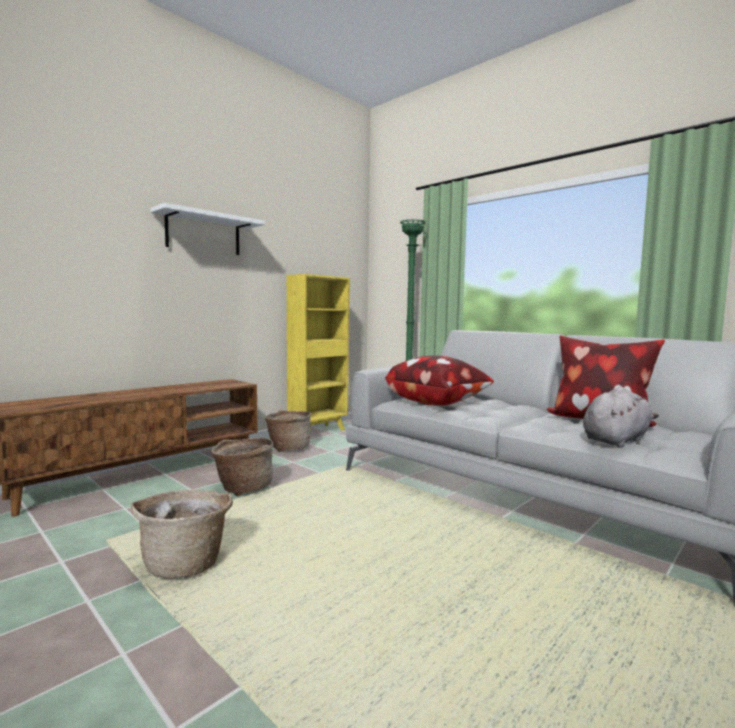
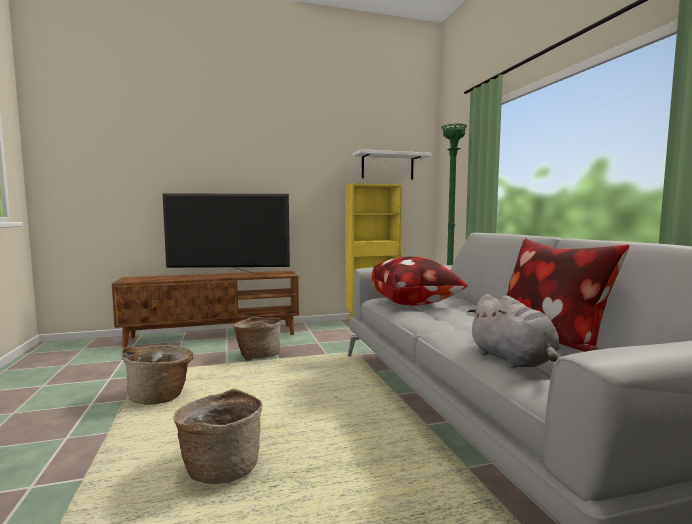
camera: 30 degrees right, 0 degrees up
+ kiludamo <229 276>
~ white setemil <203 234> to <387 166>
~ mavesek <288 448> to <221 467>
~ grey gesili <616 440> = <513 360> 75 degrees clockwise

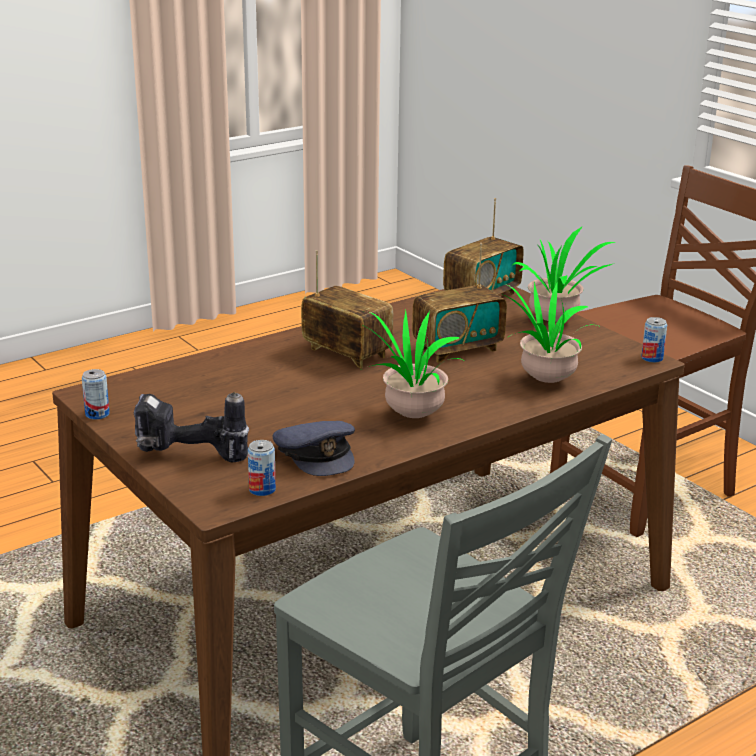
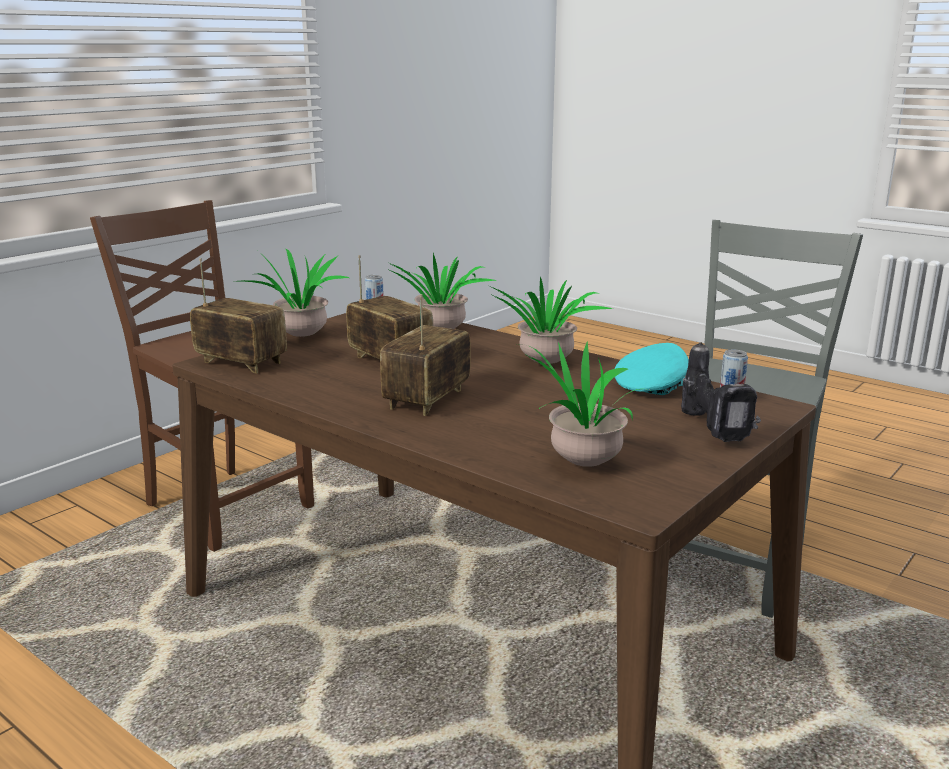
camera: 105 degrees left, 5 degrees down
- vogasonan <97 414>
+ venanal <579 464>
~ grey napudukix <316 455> to turquoise napudukix <651 386>

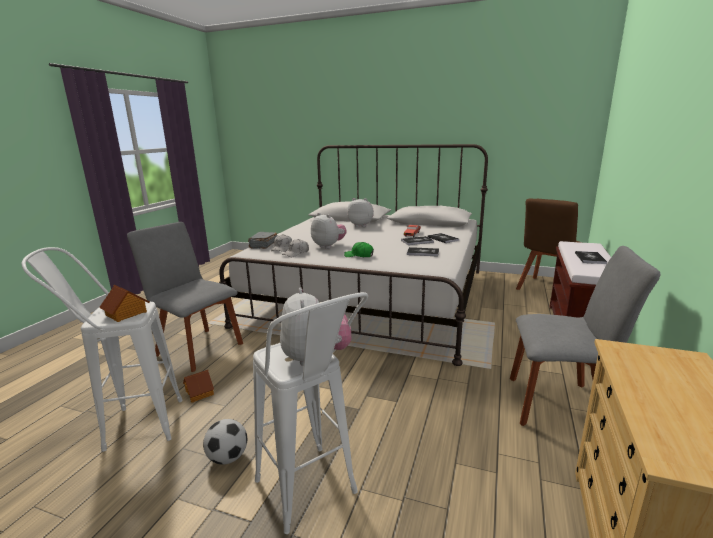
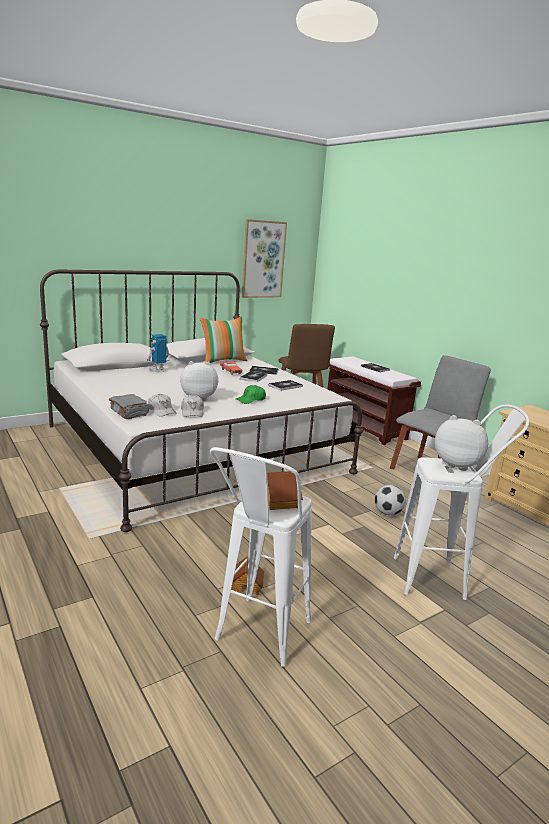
camera: 55 degrees left, 0 degrees up
- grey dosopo <197 348>
+ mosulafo <223 361>
+ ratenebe <263 259>
~ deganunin <228 458> to <387 513>
~ gesili <361 225> to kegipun <158 370>

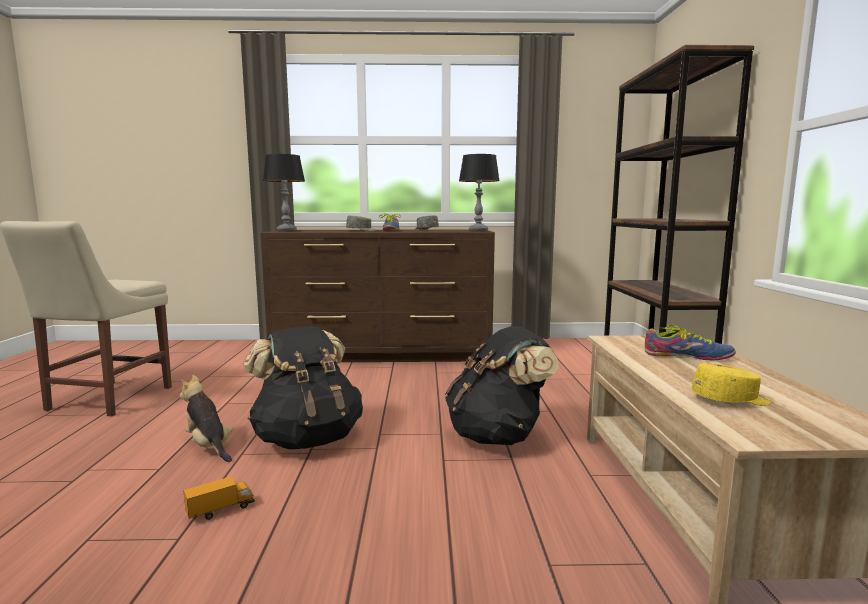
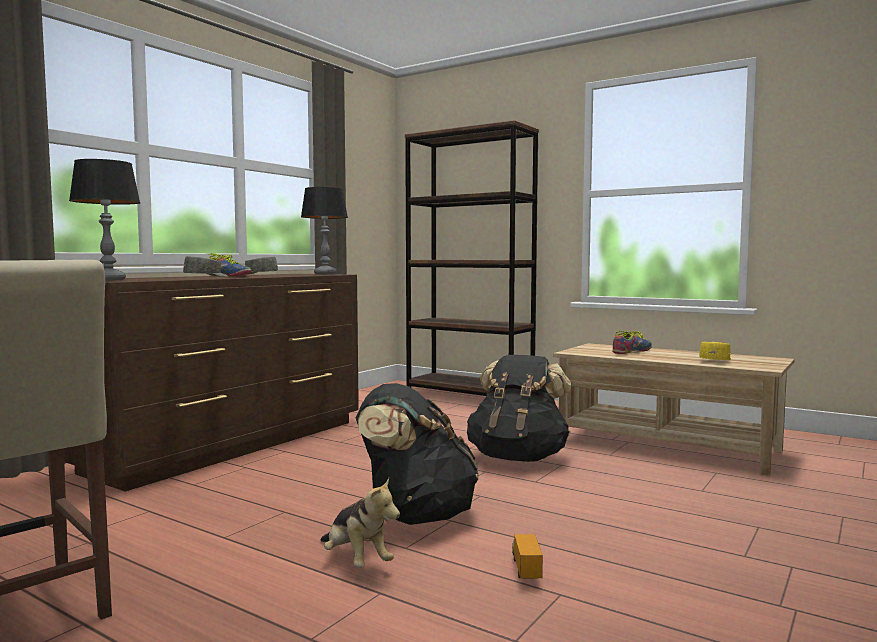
camera: 55 degrees left, 5 degrees down
~ gesili <208 446> = <356 561> 120 degrees counterclockwise

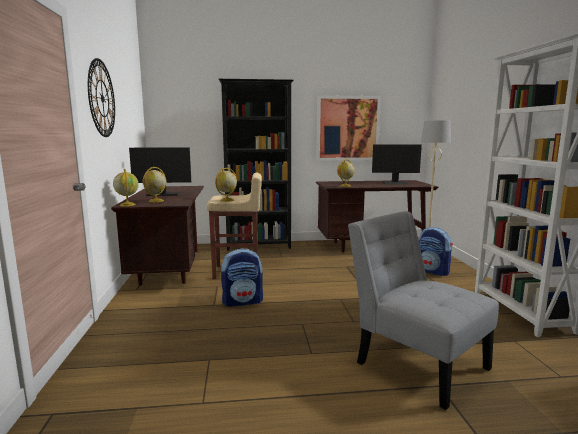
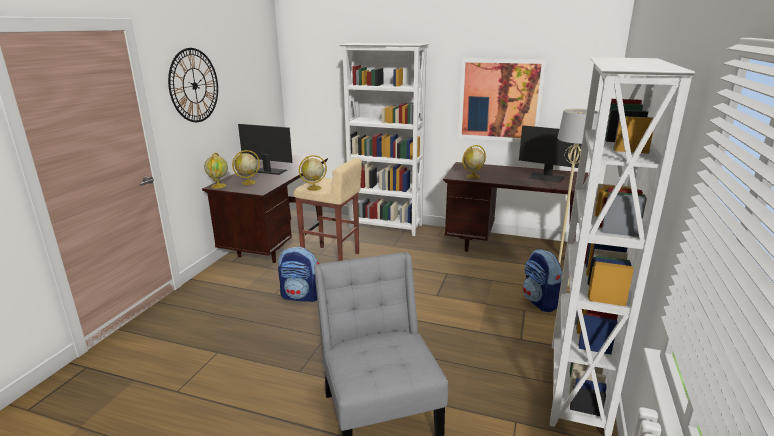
camera: 25 degrees right, 10 degrees up
~ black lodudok <259 246> to white lodudok <386 227>

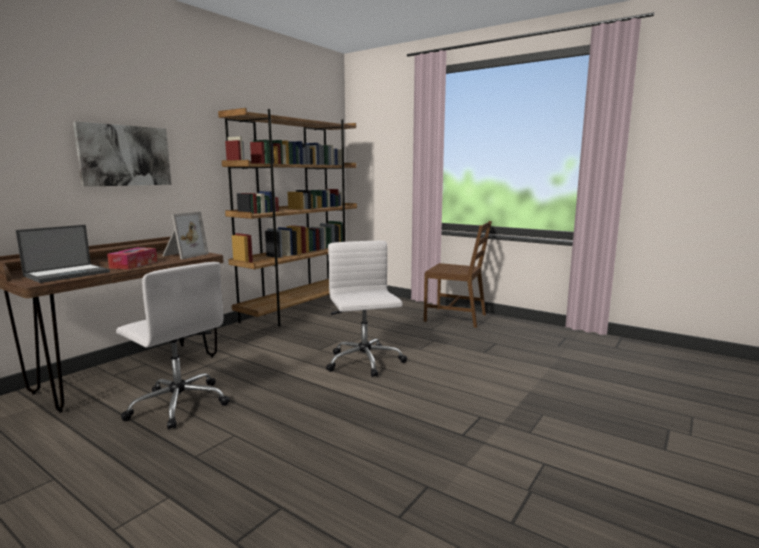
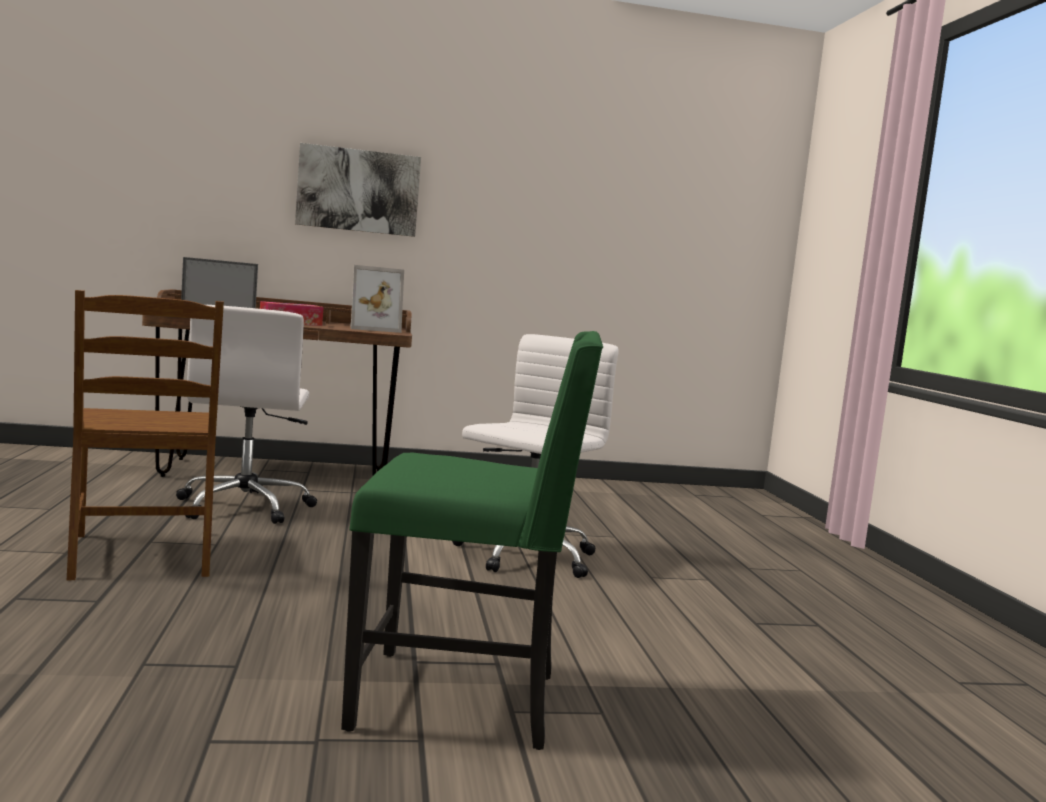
camera: 45 degrees right, 5 degrees down
- brown lodudok <301 310>
+ green dosopo <461 700>
~ brown dosopo <456 317> to <143 555>

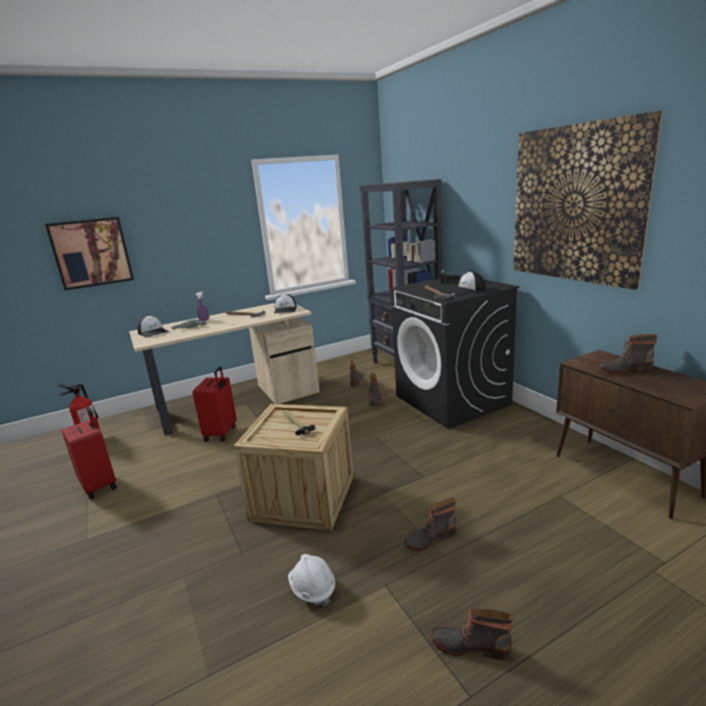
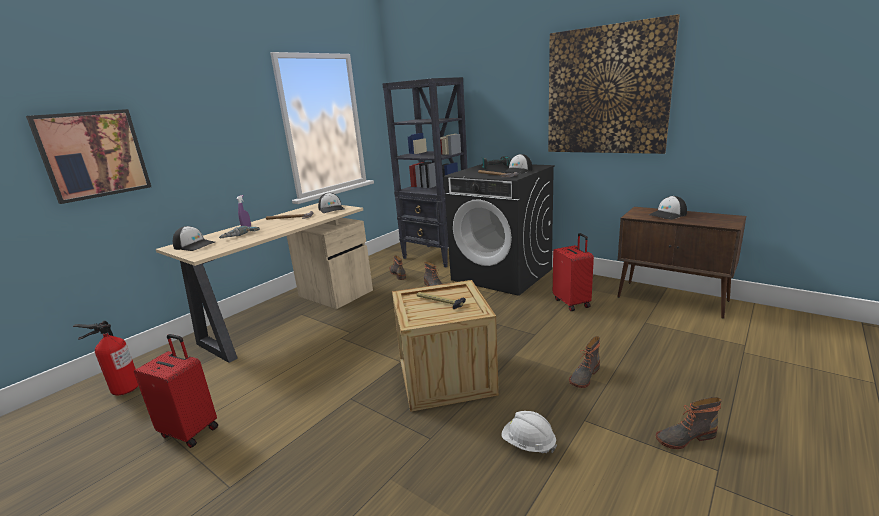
camera: 25 degrees left, 0 degrees up
~ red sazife <221 433> to <572 303>
~ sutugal <624 369> to napudukix <668 215>

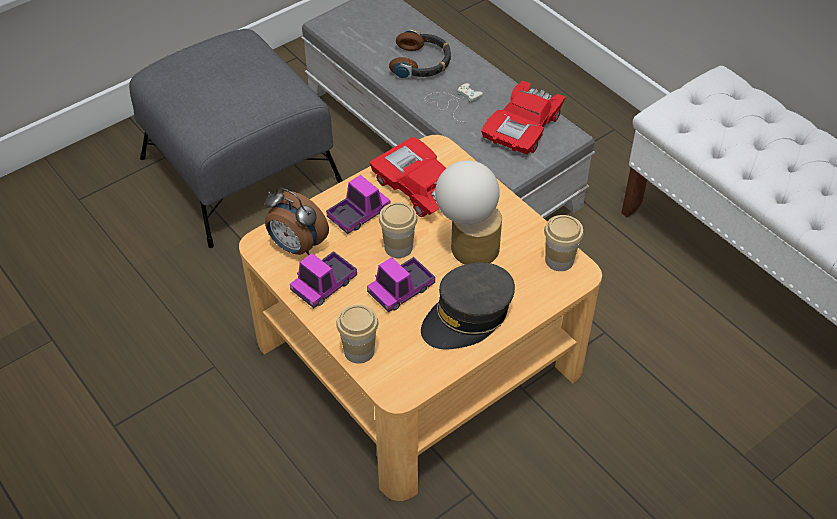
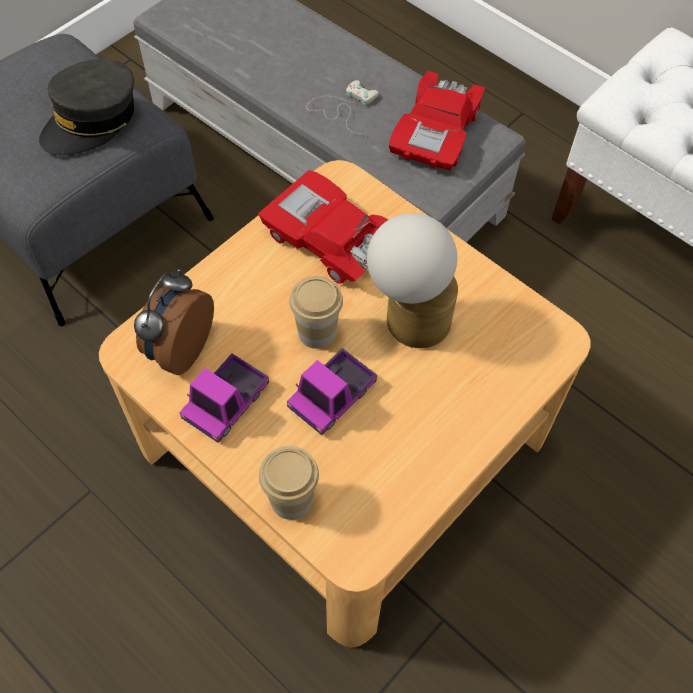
camera: 10 degrees left, 10 degrees up
- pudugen <359 214>
- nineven <421 62>
- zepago <559 260>
~ grey napudukix <467 316> to <91 120>
~ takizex <296 246> = <179 348> 90 degrees clockwise

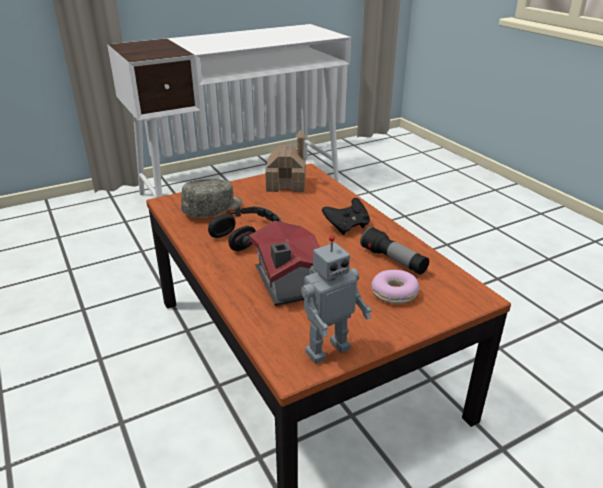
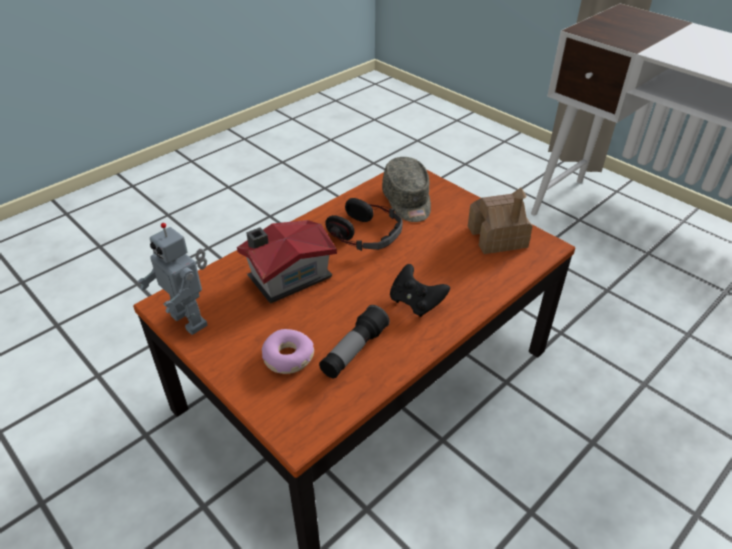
camera: 75 degrees right, 10 degrees up
~ grey napudukix <214 209> = <407 201> 45 degrees clockwise

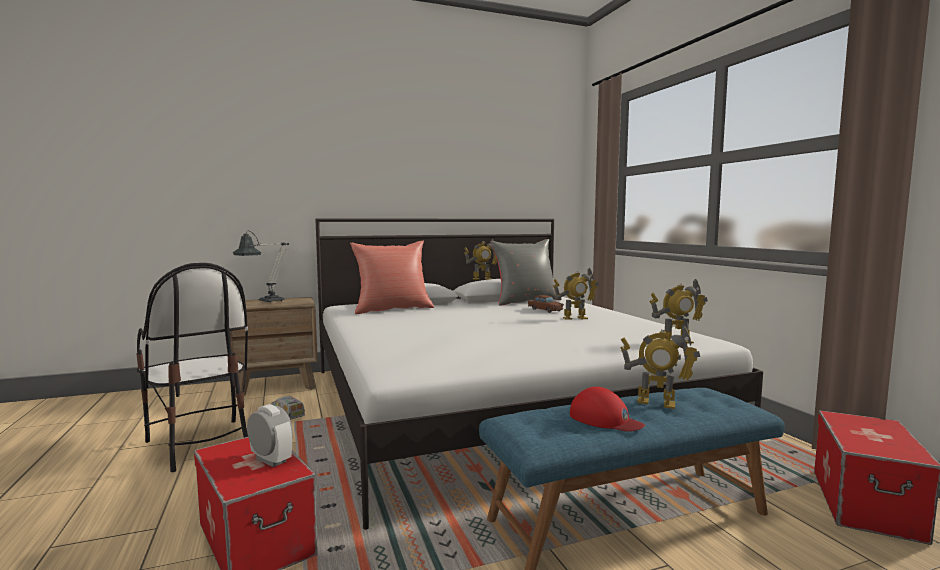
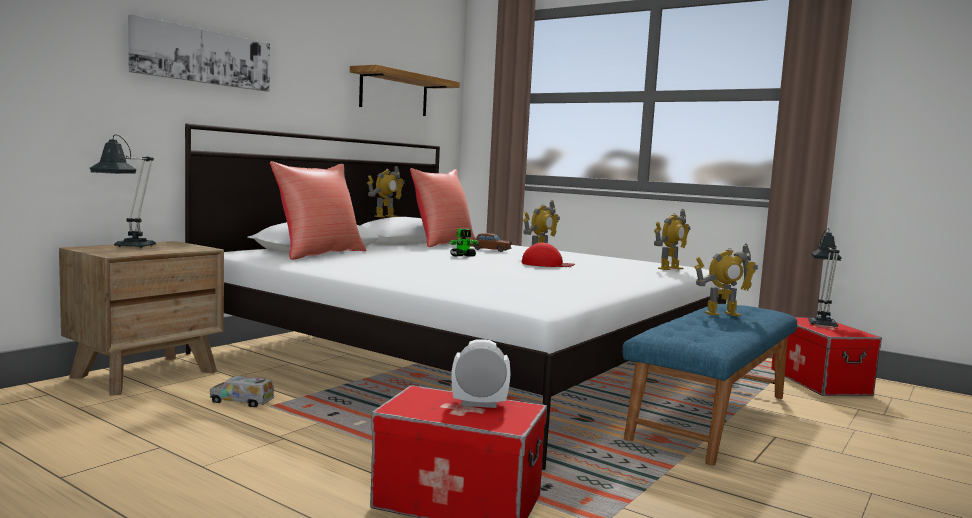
camera: 35 degrees left, 0 degrees up
- dosopo <200 444>
+ ratenebe <202 56>
+ setemil <394 93>
+ kegipun <463 256>
+ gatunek <821 323>
~ red napudukix <605 419> to <546 264>
~ grey mosulafo <525 301> to red mosulafo <442 243>

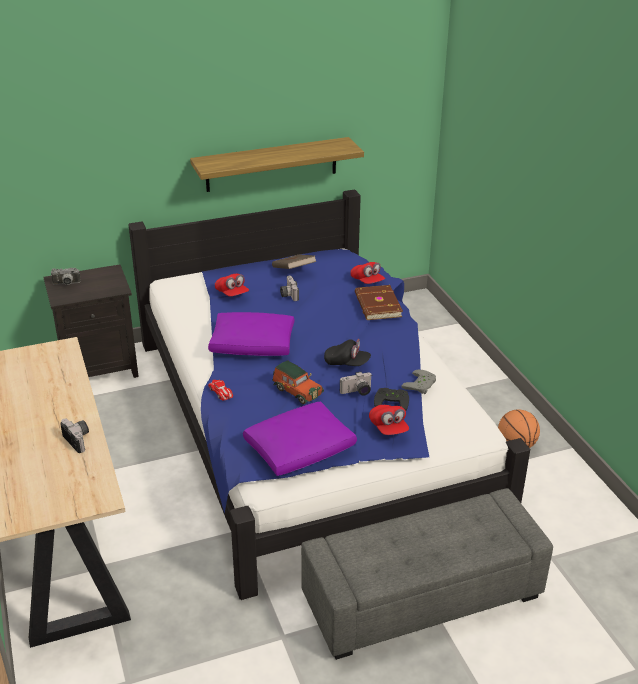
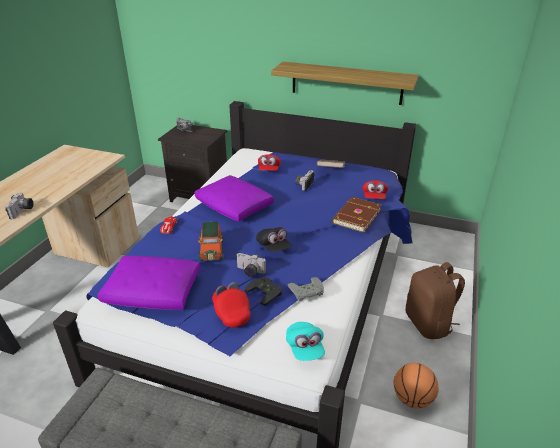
camera: 40 degrees right, 0 degrees up
+ turquoise napudukix <305 348>
+ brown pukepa <429 324>
~ red napudukix <388 428> = <231 312> 135 degrees clockwise

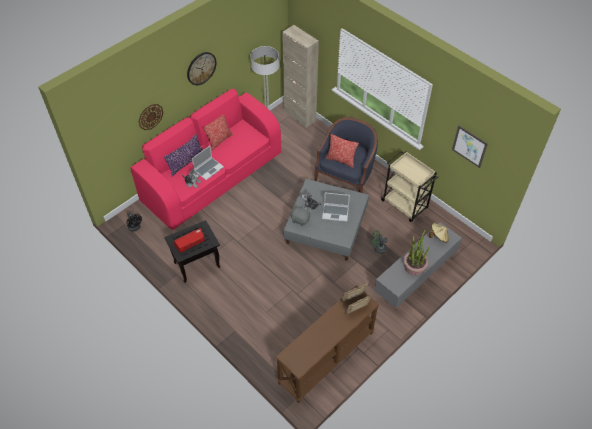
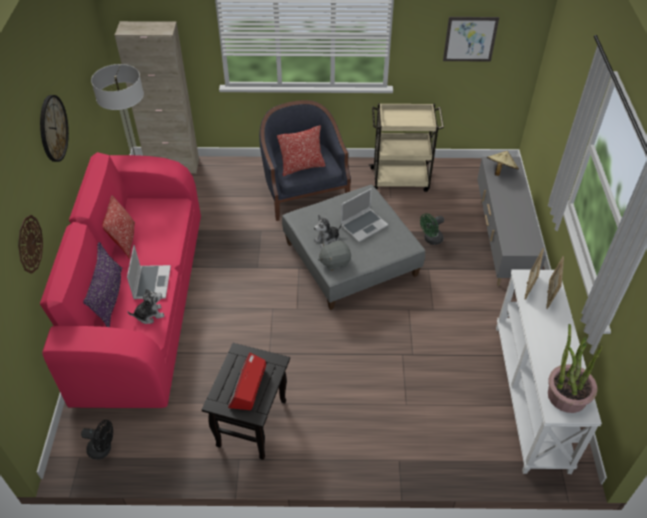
camera: 45 degrees left, 5 degrees down
~ venanal <414 266> to <566 395>
~ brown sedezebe <326 358> to white sedezebe <532 395>

